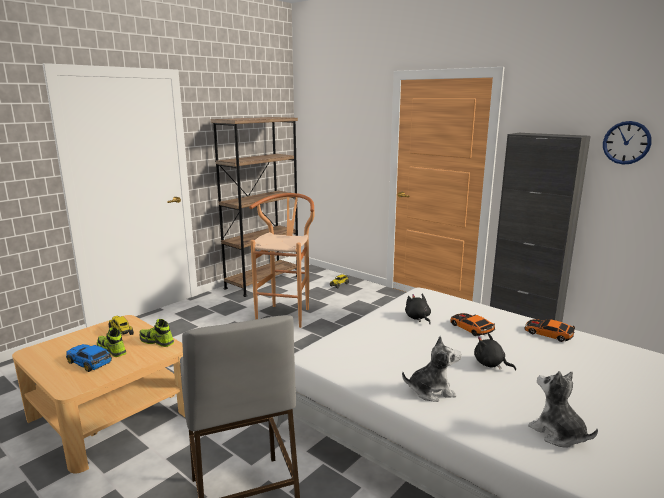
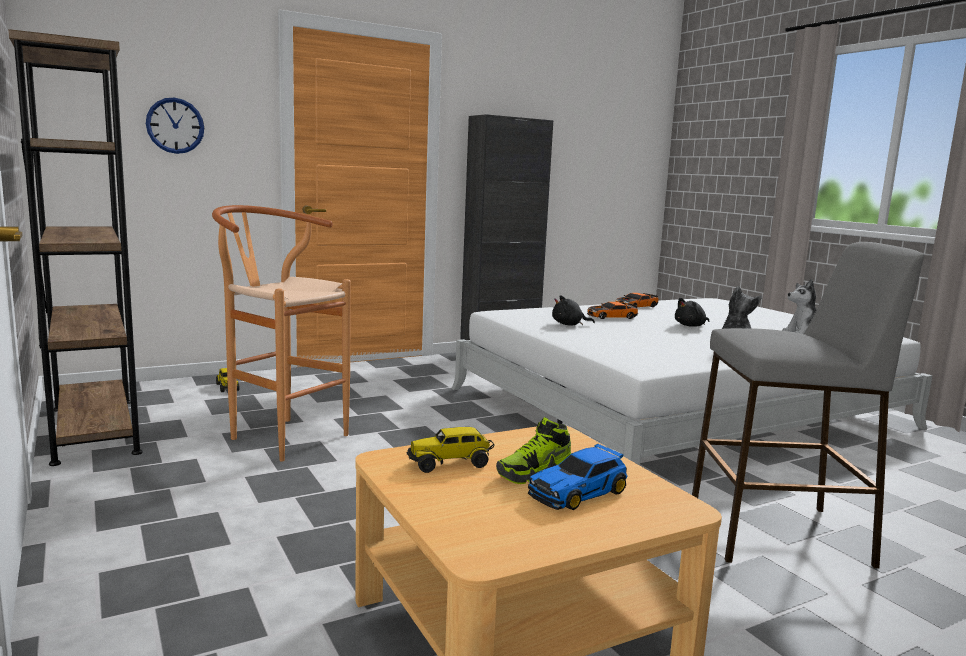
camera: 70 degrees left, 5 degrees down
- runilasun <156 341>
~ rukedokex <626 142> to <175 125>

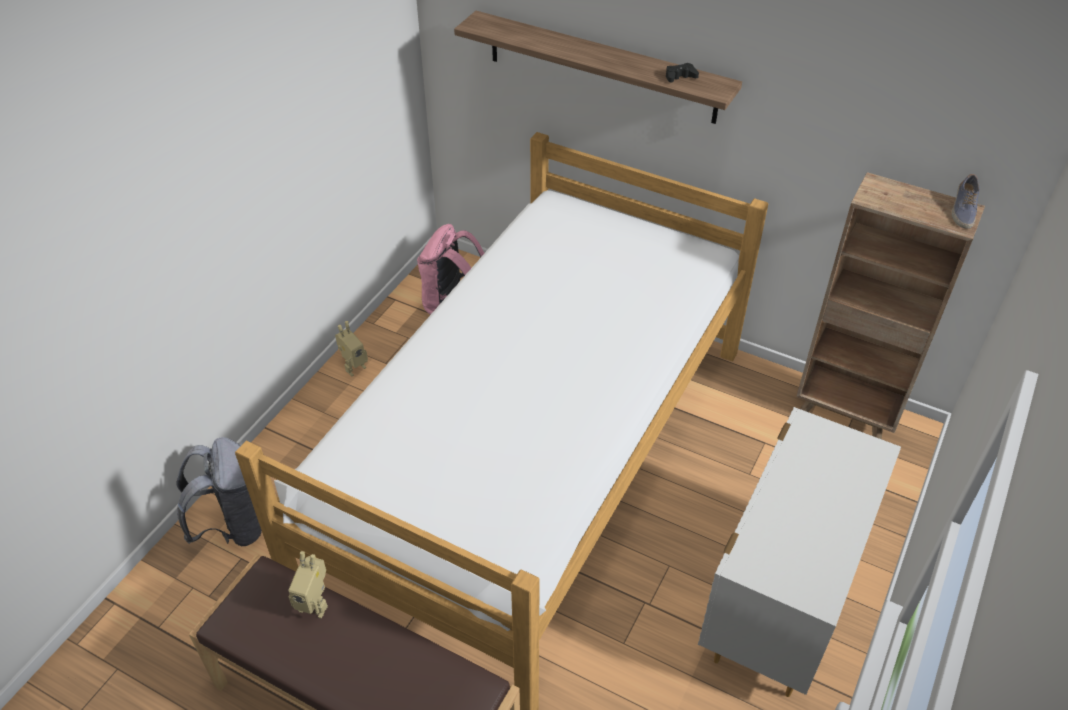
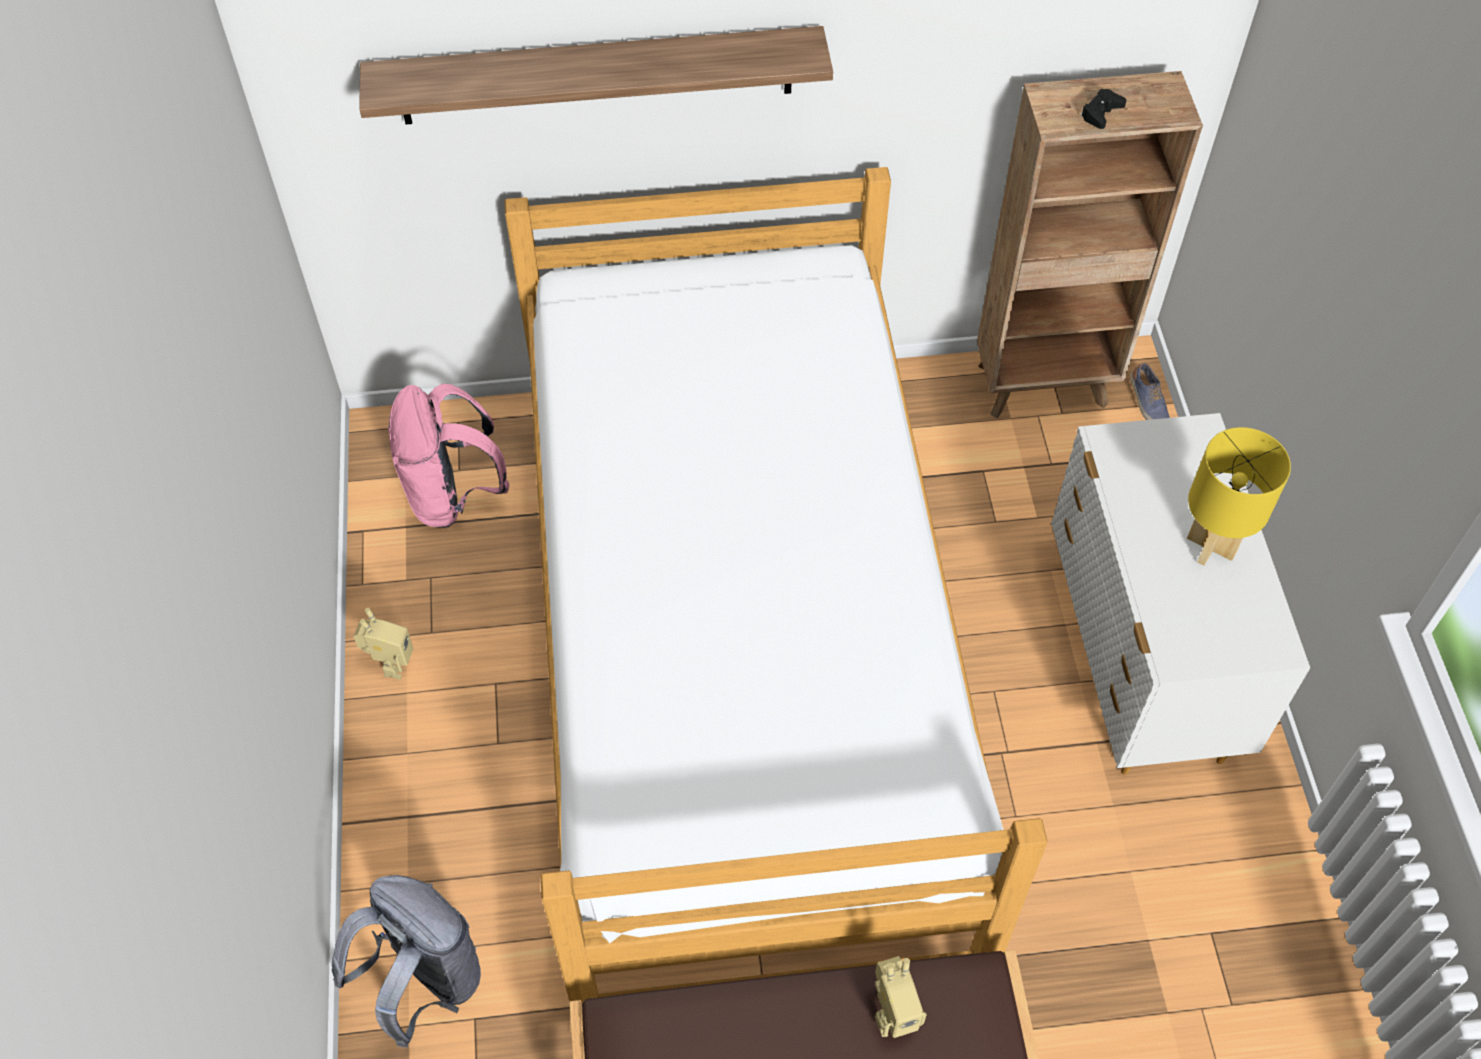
camera: 35 degrees left, 10 degrees up
+ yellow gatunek <1211 547>
~ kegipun <315 604> to <892 1014>
~ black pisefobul <680 77> to <1101 113>
~ runilasun <962 210> to <1147 403>

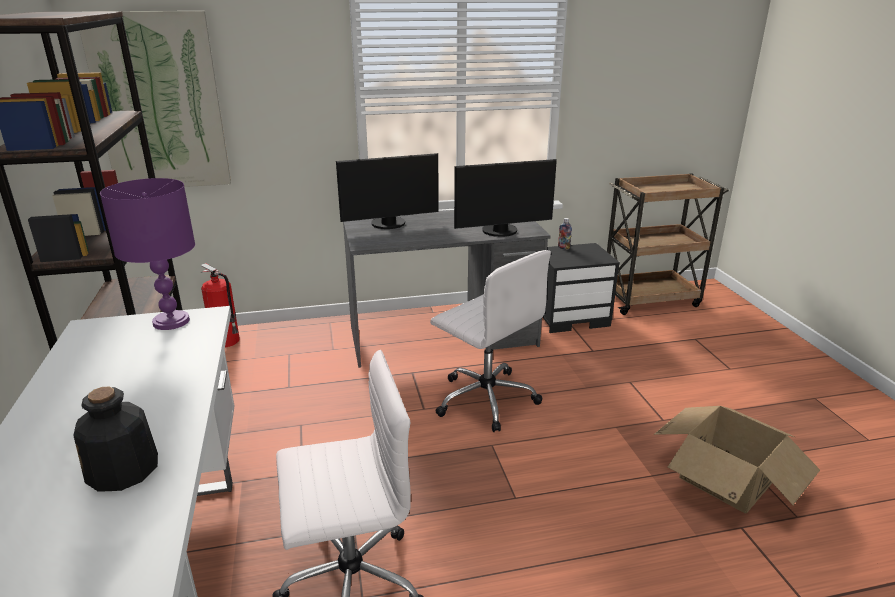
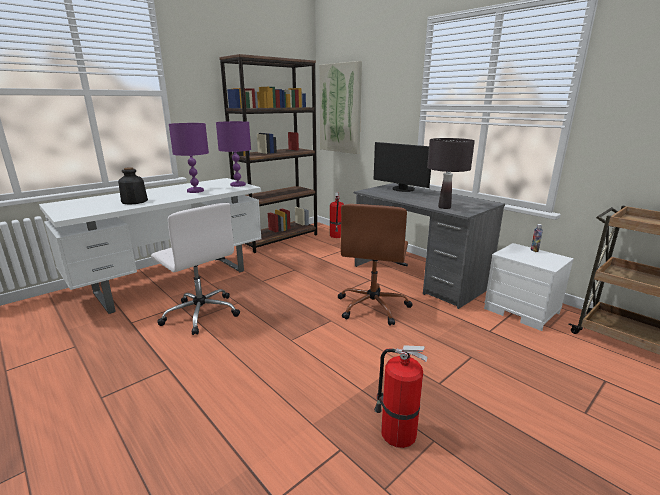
camera: 60 degrees right, 5 degrees down
+ purple gatunek <196 191>
~ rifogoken <501 232> to black gatunek <444 207>
~ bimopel <726 478> to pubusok <396 432>
~ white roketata <485 398> to brown roketata <373 307>
~ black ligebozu <570 317> to white ligebozu <522 311>

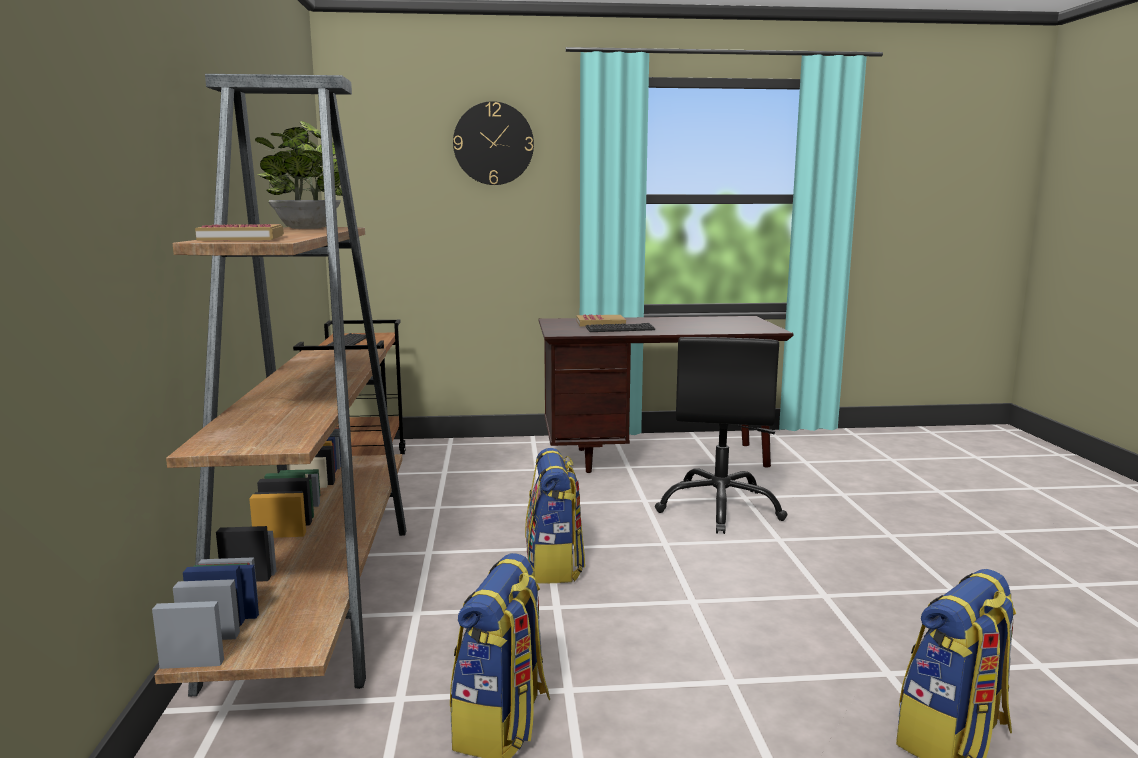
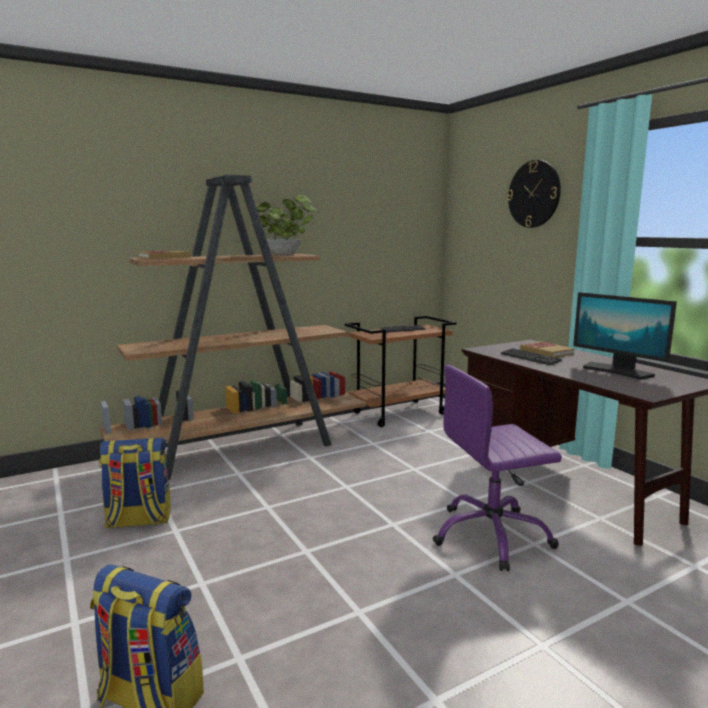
camera: 65 degrees right, 0 degrees up
- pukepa <554 566>
+ rifogoken <617 371>
~ black roketata <720 508> to purple roketata <491 536>

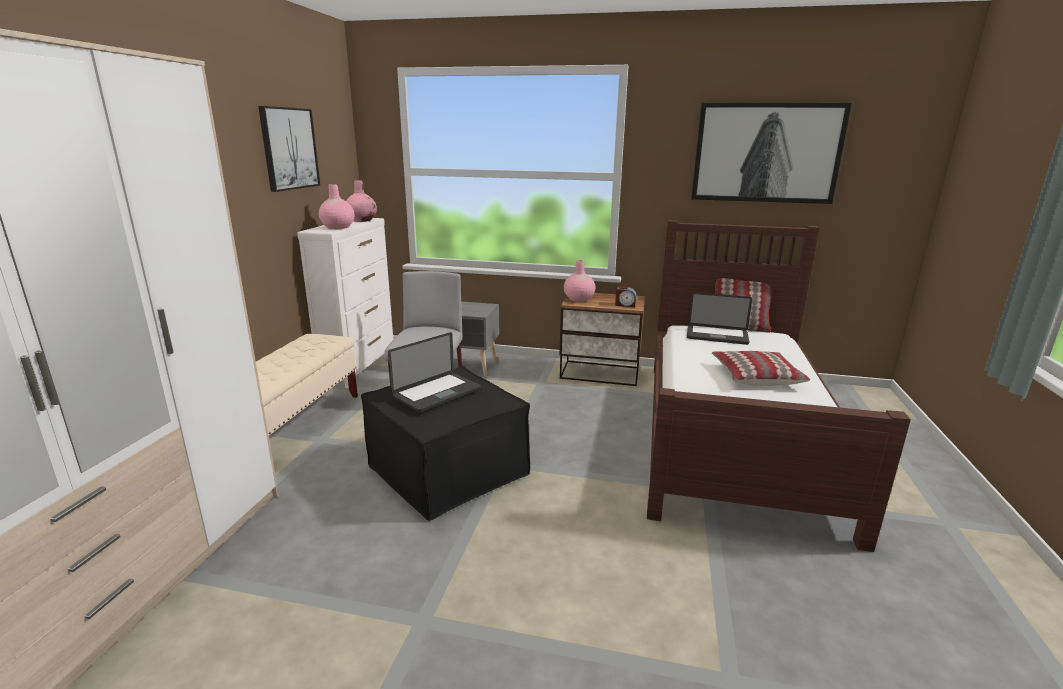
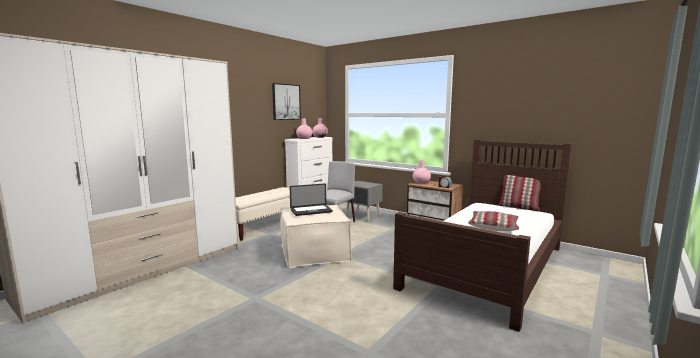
camera: 25 degrees right, 10 degrees down
- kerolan <717 336>
- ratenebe <766 153>
~ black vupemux <448 470> to beige vupemux <314 253>

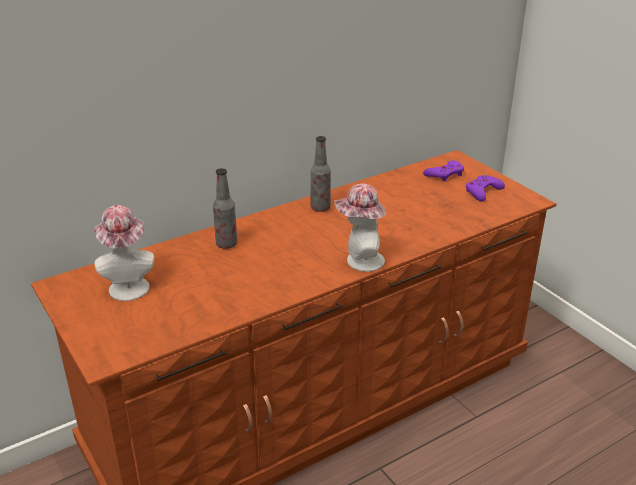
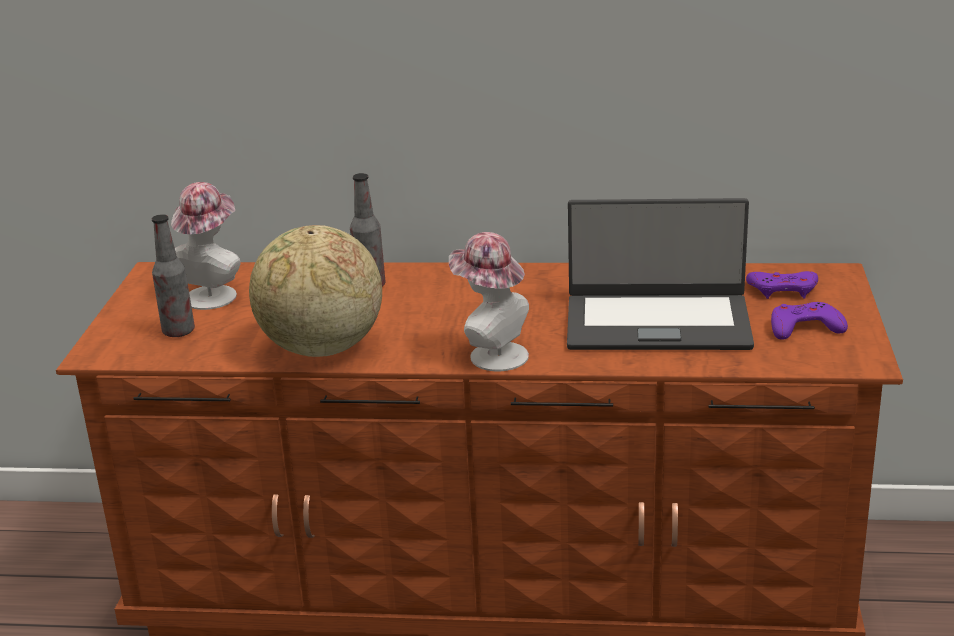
camera: 40 degrees right, 5 degrees down
+ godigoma <321 349>
+ kerolan <657 322>
~ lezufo <320 208> to <178 332>

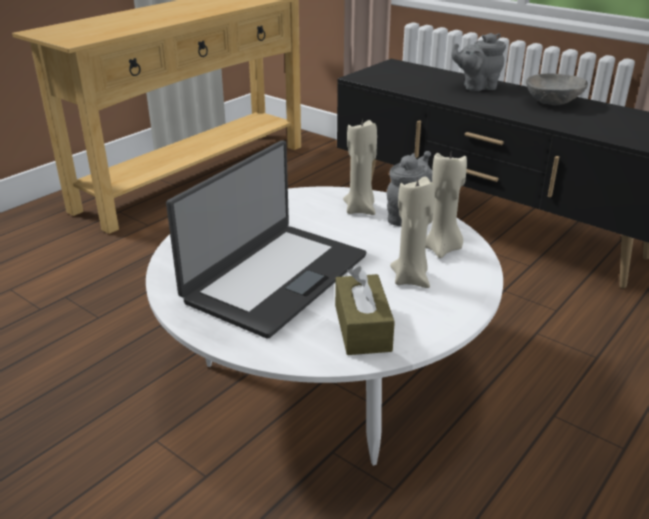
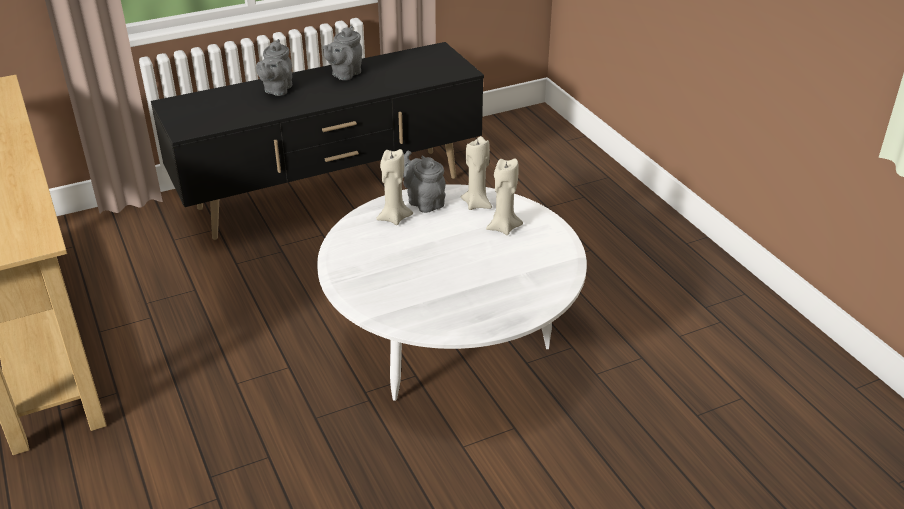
camera: 65 degrees left, 5 degrees up
- kerolan <275 277>
- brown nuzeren <362 328>
~ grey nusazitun <554 102> to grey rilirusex <344 74>

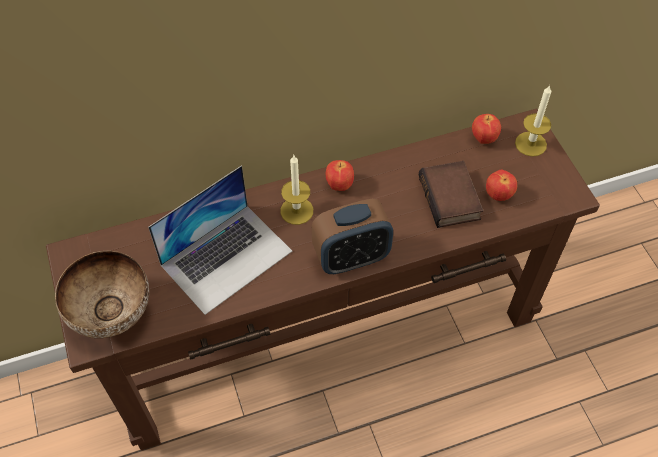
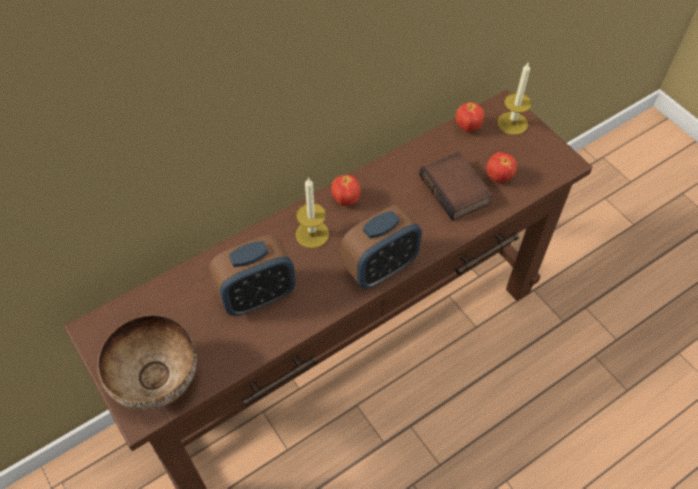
camera: 15 degrees left, 0 degrees up
~ kerolan <227 257> to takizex <257 296>

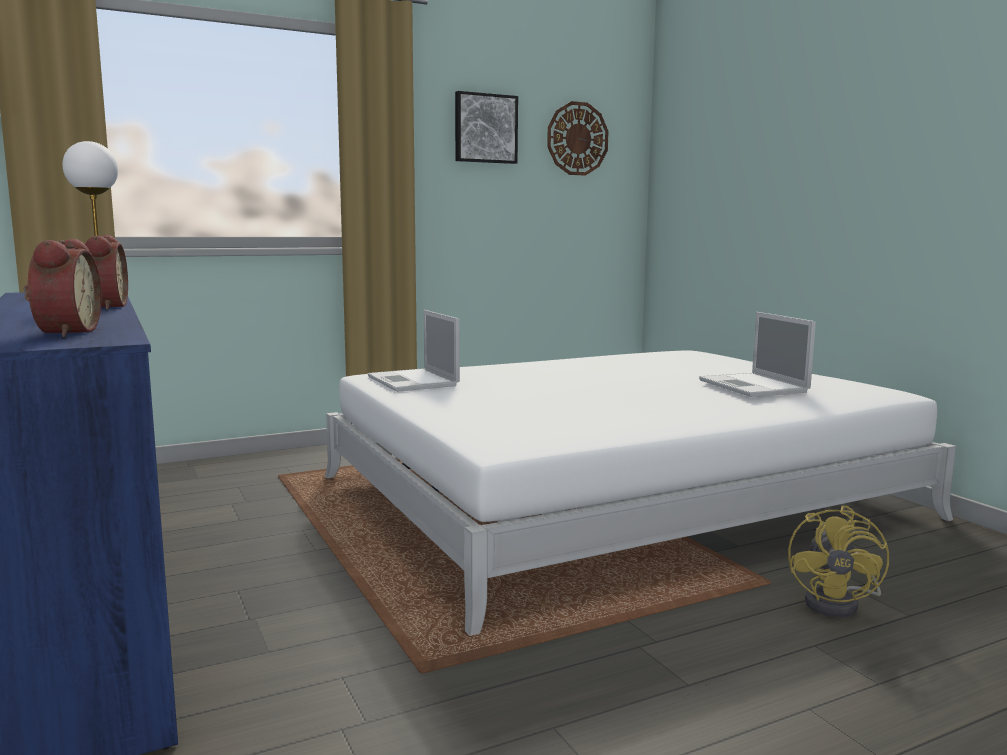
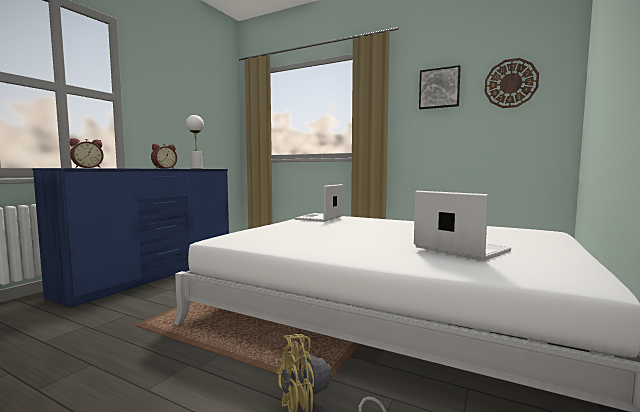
camera: 55 degrees right, 5 degrees down
~ kerolan <754 386> = <459 249> 105 degrees clockwise

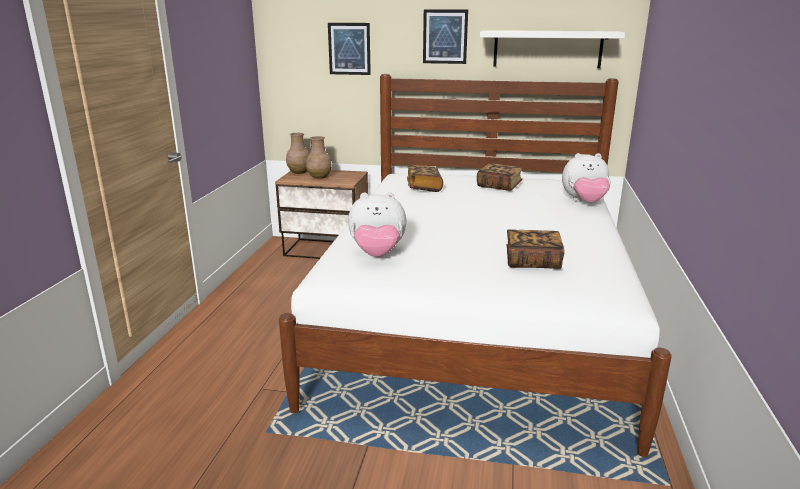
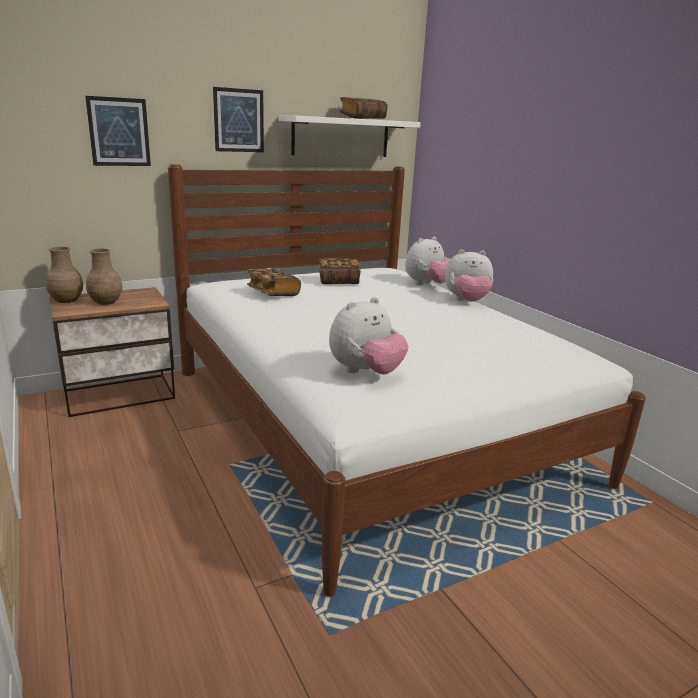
camera: 40 degrees left, 0 degrees up
+ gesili <467 301>
~ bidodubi <532 262> to <362 118>

